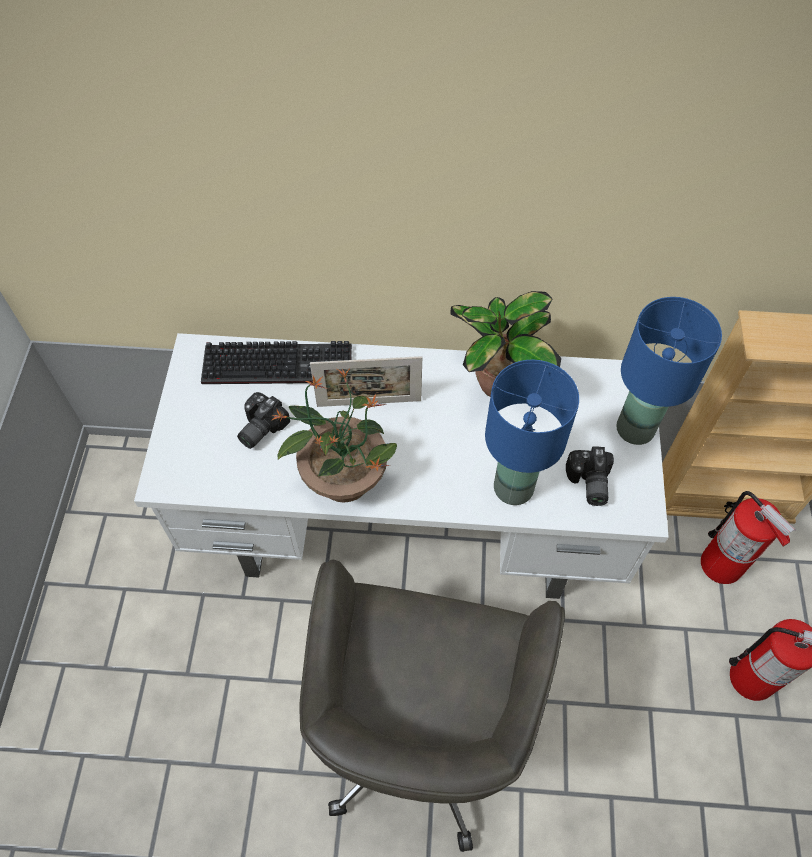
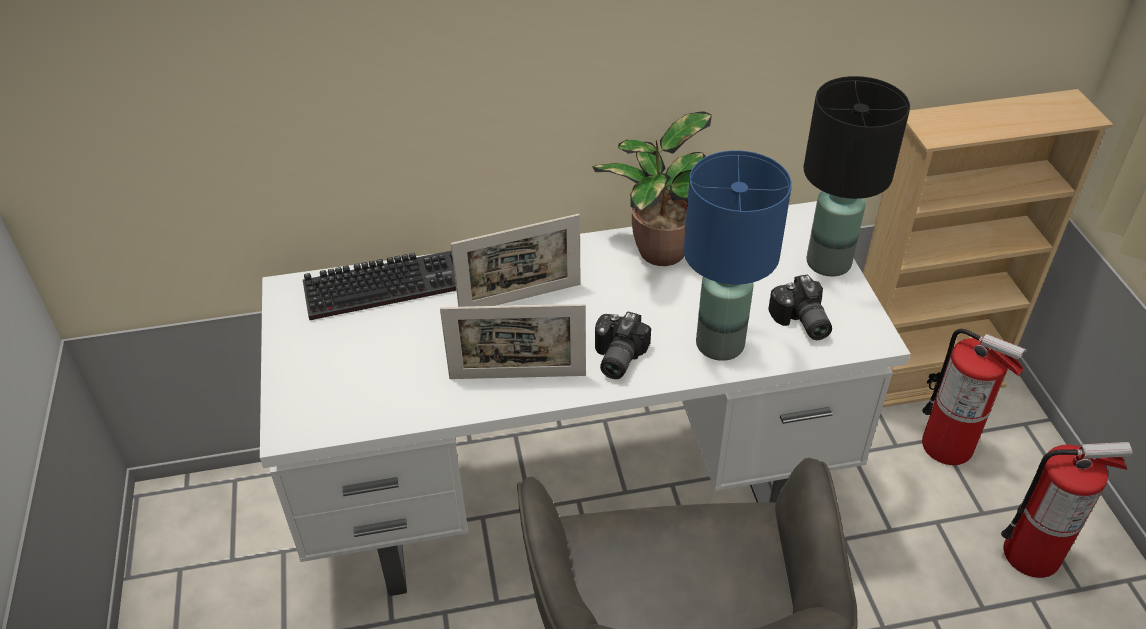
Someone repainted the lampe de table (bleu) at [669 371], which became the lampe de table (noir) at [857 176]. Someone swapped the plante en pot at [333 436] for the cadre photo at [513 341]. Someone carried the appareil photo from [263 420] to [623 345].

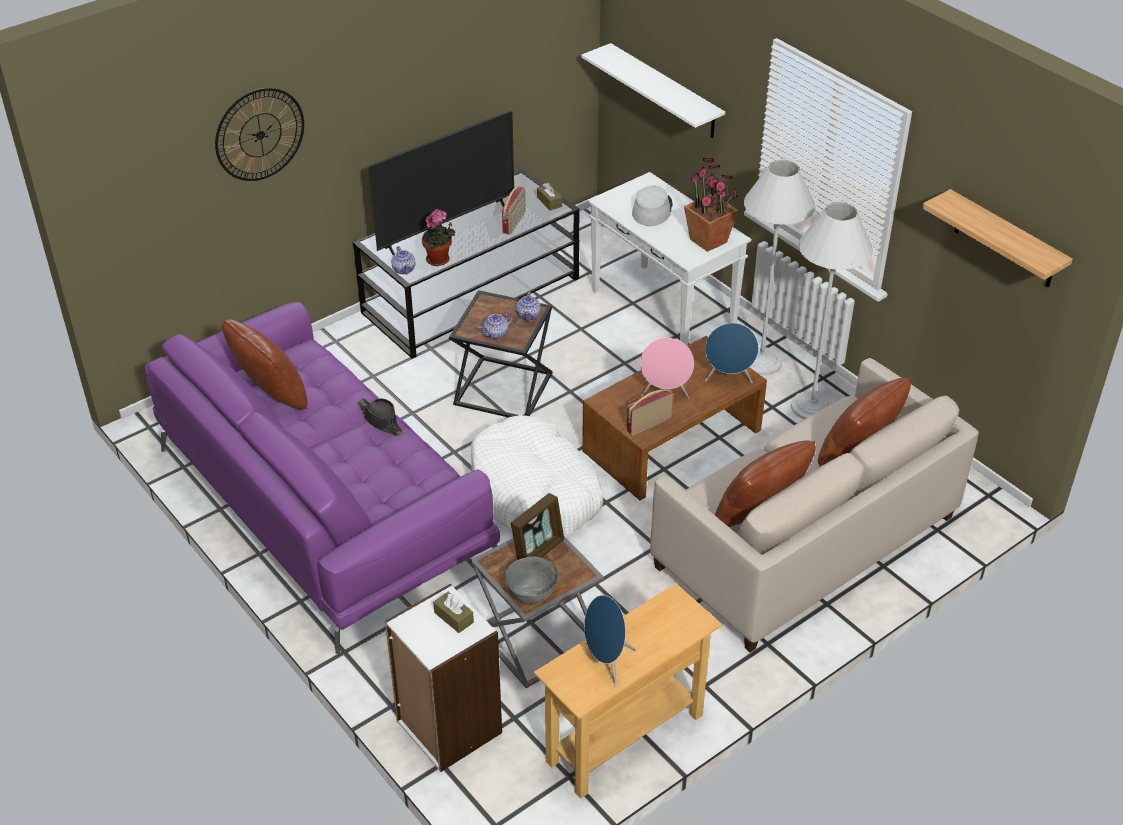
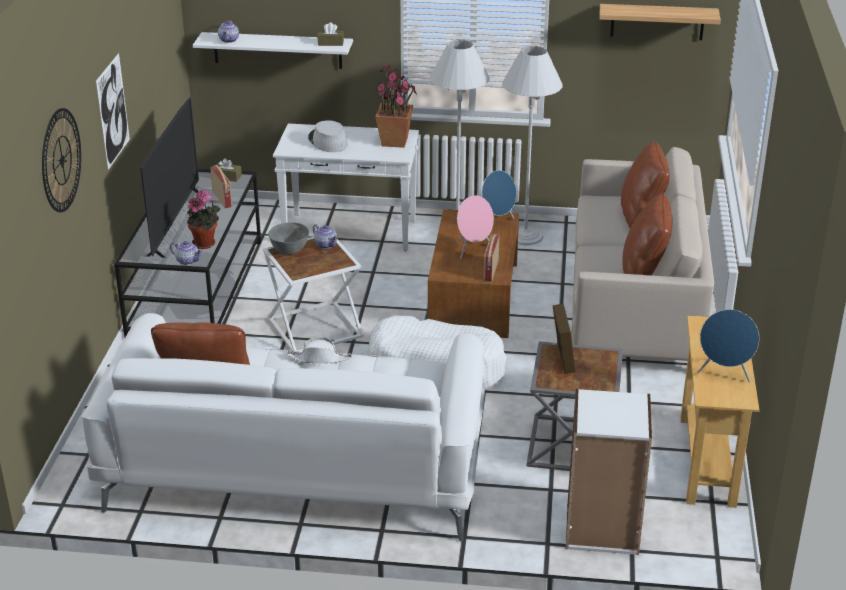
Someone repainted the table d'appoint (noir) at [501 353], which became the table d'appoint (blanc) at [313 294]. Someone repainted the canapé (violet) at [322 478], which became the canapé (blanc) at [283 427]. Someone carried the théière from [496 325] to [228 31]. Someone repainted the chapeau (noir) at [380 417], which became the chapeau (blanc) at [319 350]. Someone carried the bol (gris) from [531 580] to [288 238]. Someone carried the boîte à mouchoirs (marron) from [453 612] to [330 34]. Someone put up the tableau at [113 111].

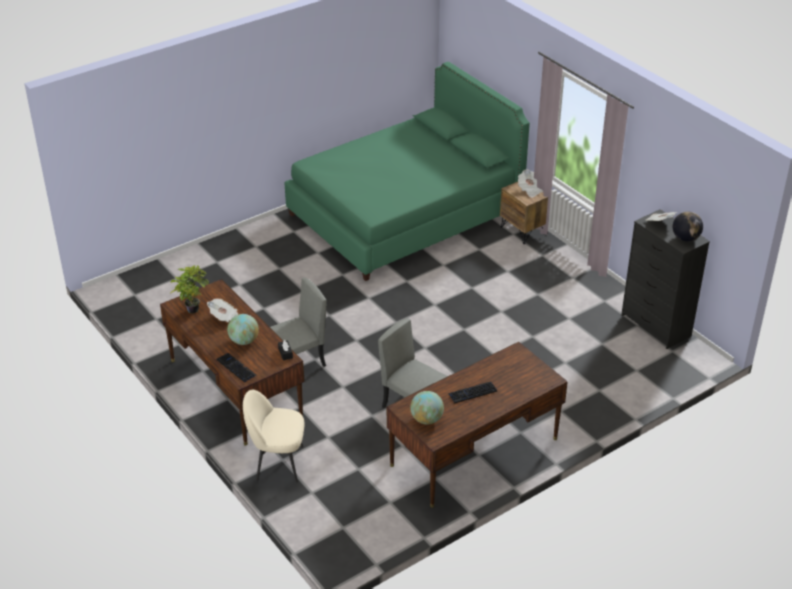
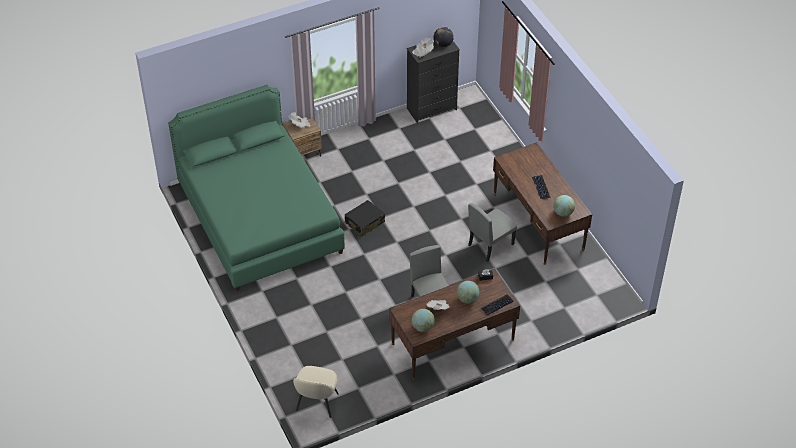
Someone swapped the plante en pot at [190 289] for the globe at [423 320]. Someone carried the chaise (beige) from [274 436] to [316 392]. Someone put down the valise (noir) at [365 218].

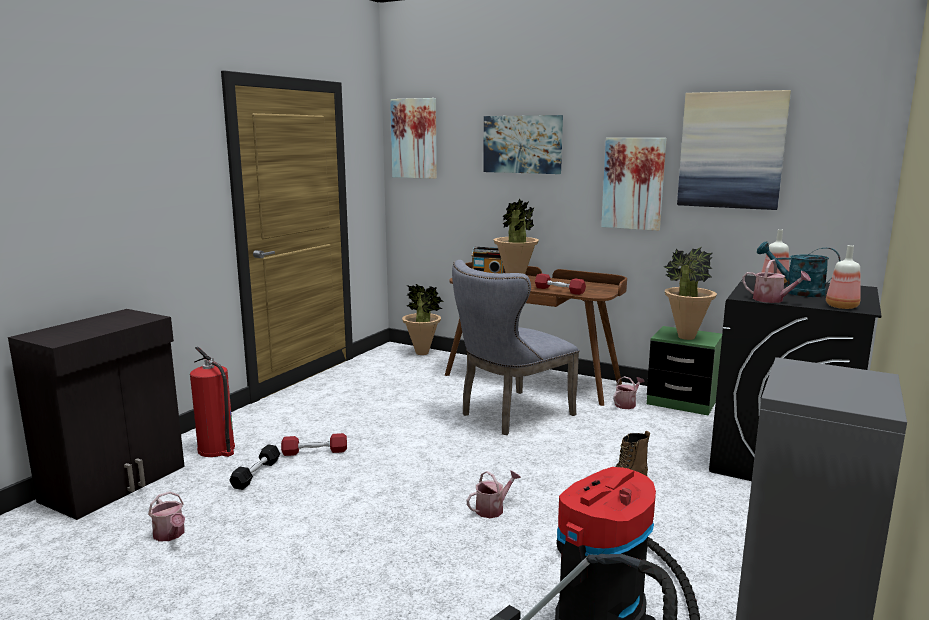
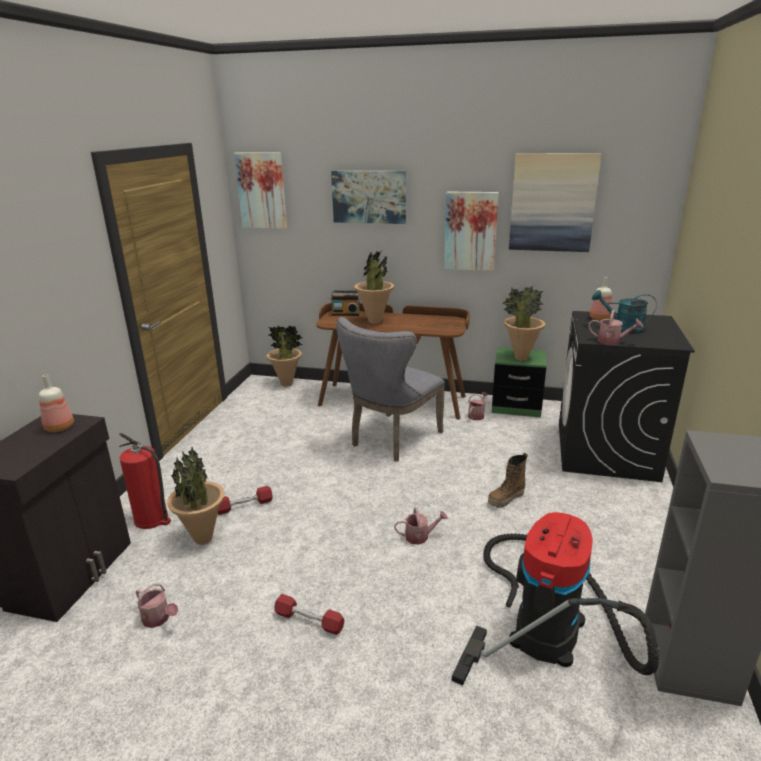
Someone carried the bouteille from [843 277] to [56 403]. Someone carried the haltère (rouge) from [560 284] to [309 614]. Someone swapped the haltère (noir) at [254 467] for the plante en pot at [195 496]. Someone rotated the arrosoir at [494 494] by 45 degrees clockwise.

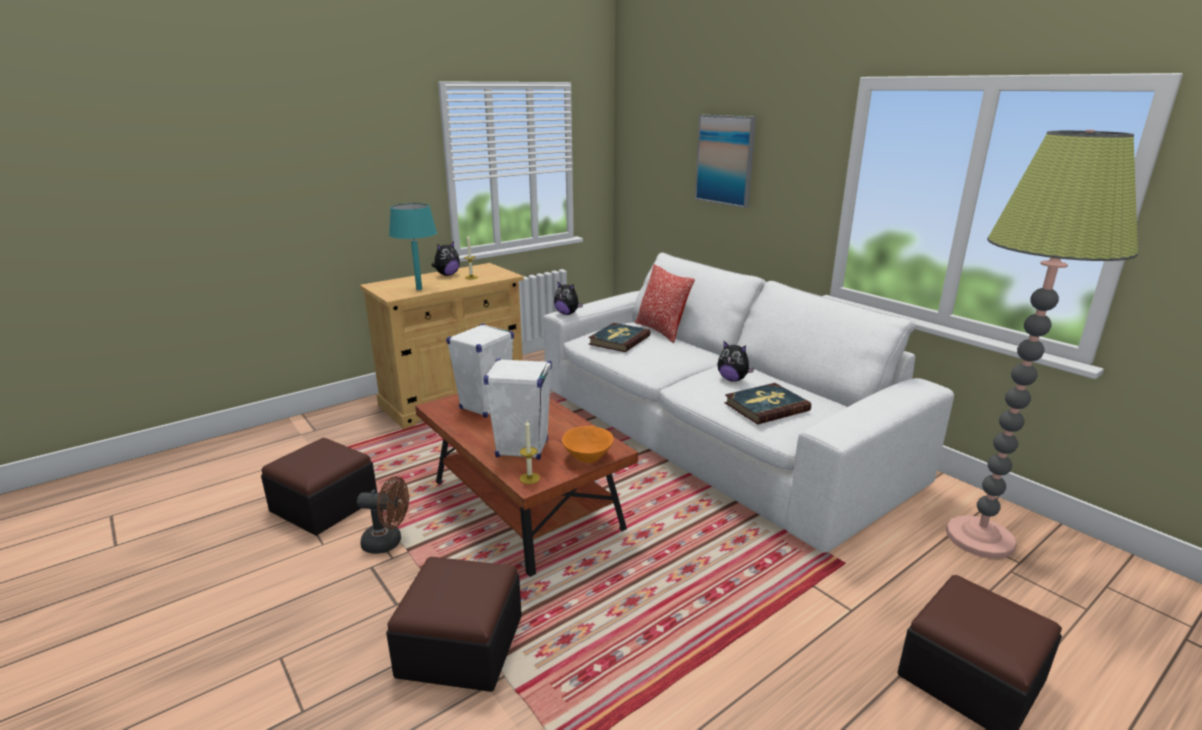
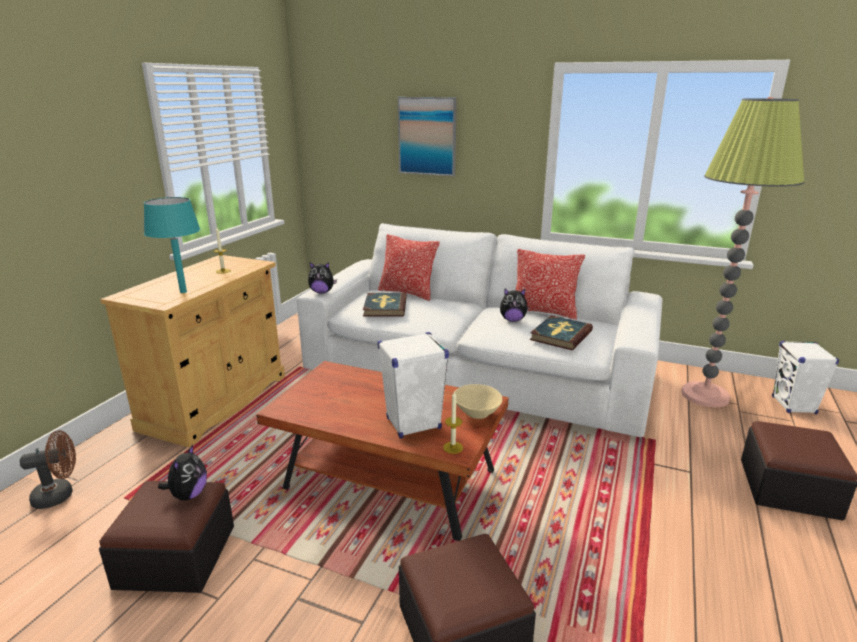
Someone carried the peluche from [445 258] to [182 472]. Someone carried the enceinte (blanc) from [480 370] to [805 377]. Someone repainted the bol (orange) at [587 444], which became the bol (beige) at [478 401]. Someone carried the ventilateur (marron) from [383 515] to [48 469]. Someone put down the coussin at [550 284].

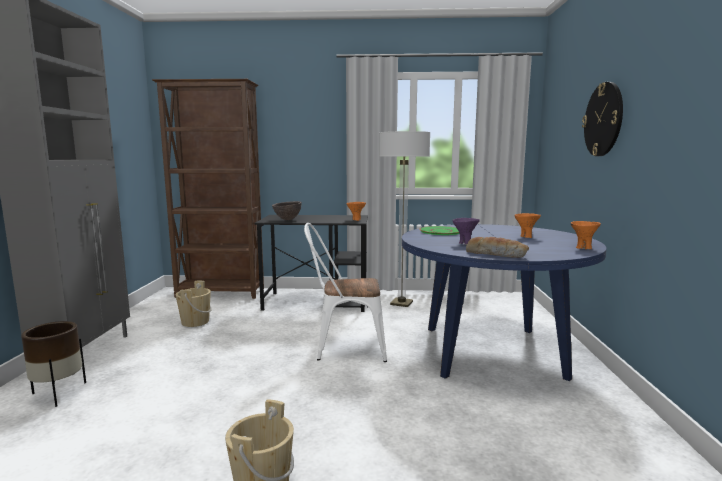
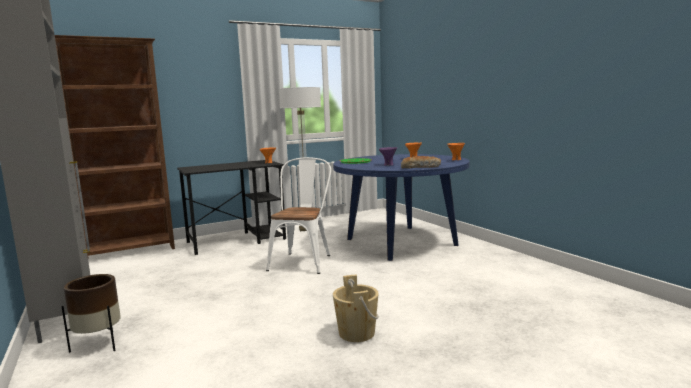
Someone took away the horloge murale at [602 119]. Someone took away the bol (marron) at [287 210]. Someone rotated the chaise (blanc) at [345 292] by 135 degrees clockwise. Someone took away the seau (beige) at [193 304].

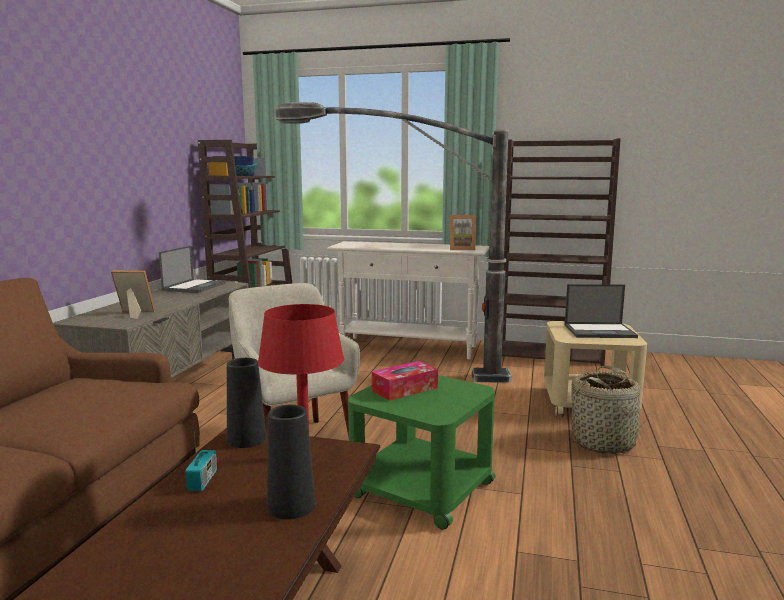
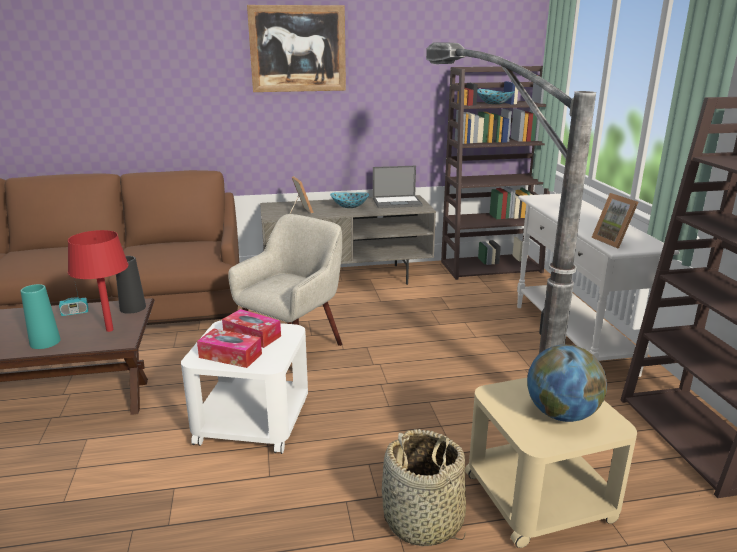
Someone swapped the ordinateur portable at [601 311] for the globe at [567 383]. Someone repainted the table d'appoint (vert) at [422 452], which became the table d'appoint (blanc) at [244 387]. Someone repainted the vase (noir) at [291 462], which became the vase (turquoise) at [40 316]. Someone put up the tableau at [296 48]. Someone put down the bol at [349 200]. Someone put down the boîte à mouchoirs at [229 348].

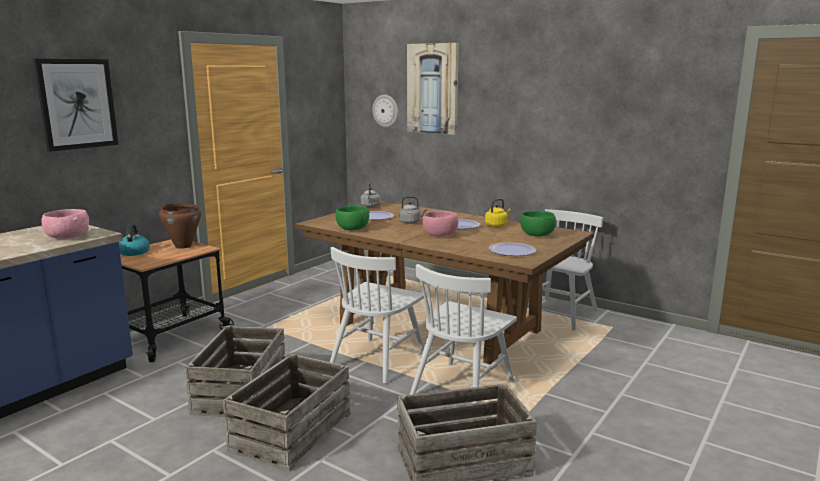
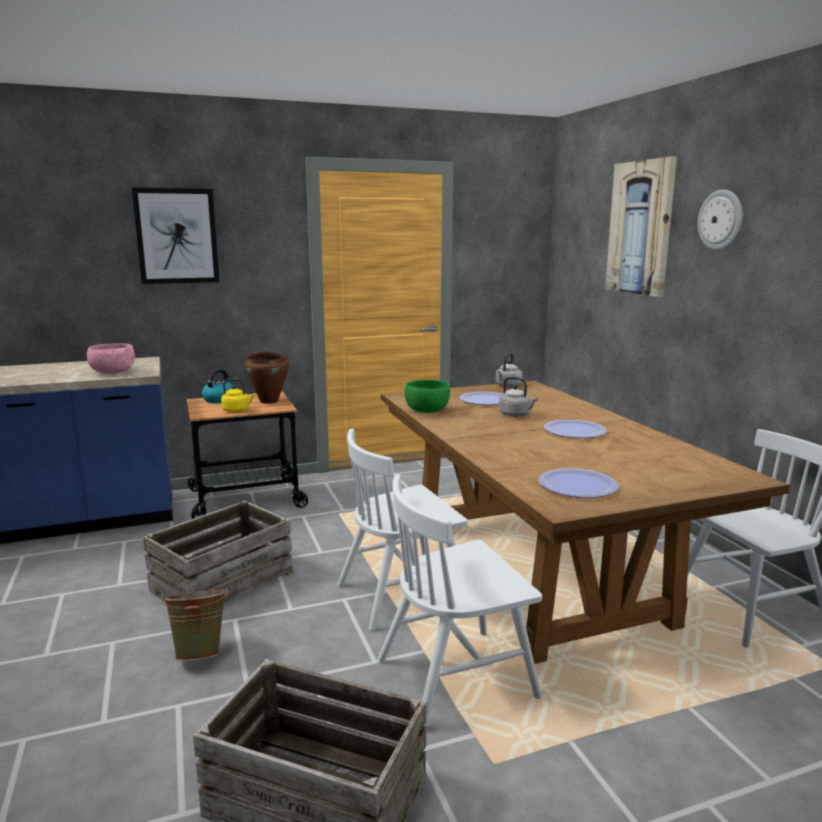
Someone carried the horloge murale from [385 111] to [720 219]. Someone carried the bouilloire (jaune) from [498 213] to [238 395]. Someone took away the bol (rose) at [440 224]. Someone took away the bol (vert) at [538 224]. Someone swapped the caisse at [287 412] for the seau (vert) at [195 624].

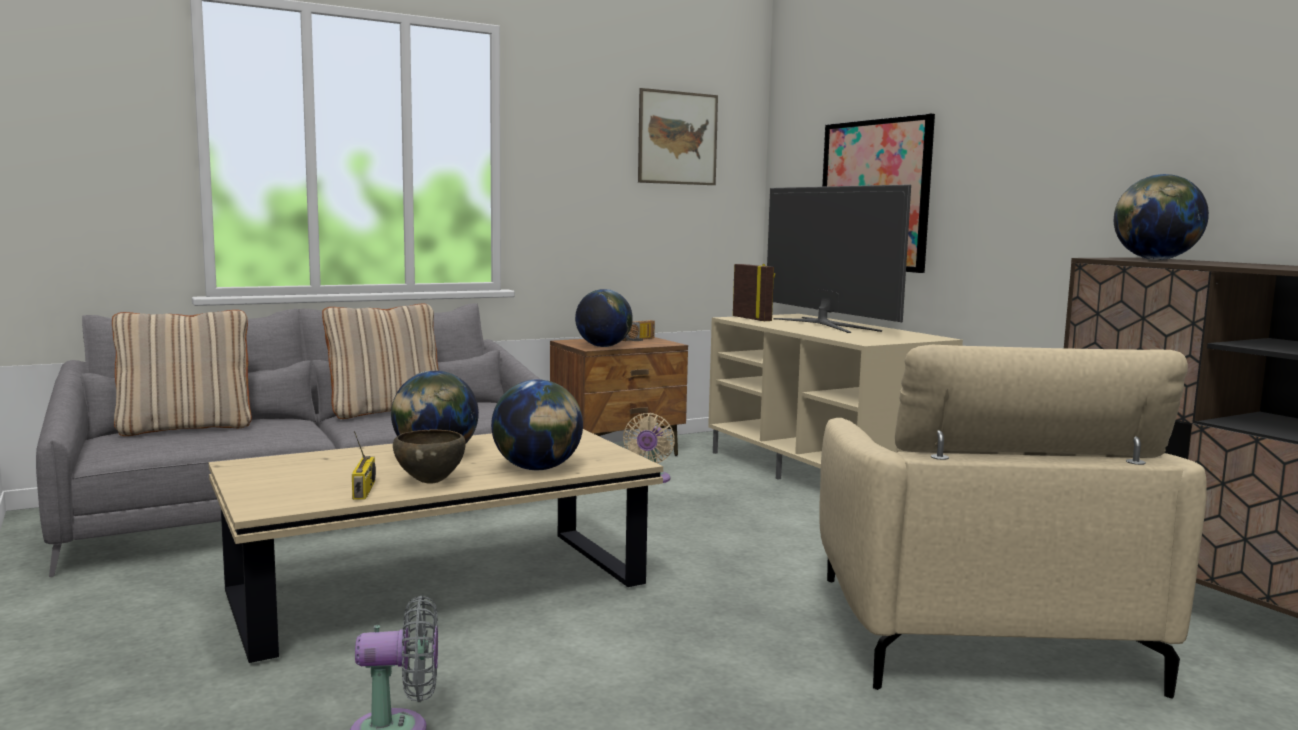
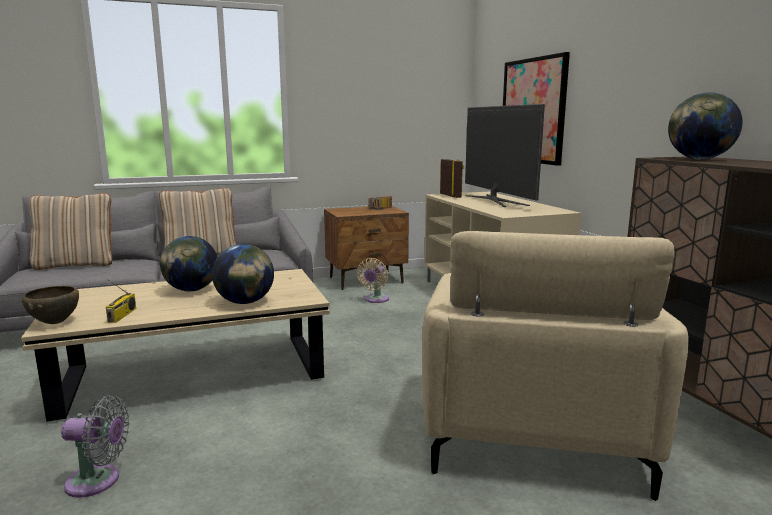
Someone took away the tableau at [678 136]. Someone took away the globe at [604 318]. Someone carried the bol (marron) from [429 457] to [50 305].

